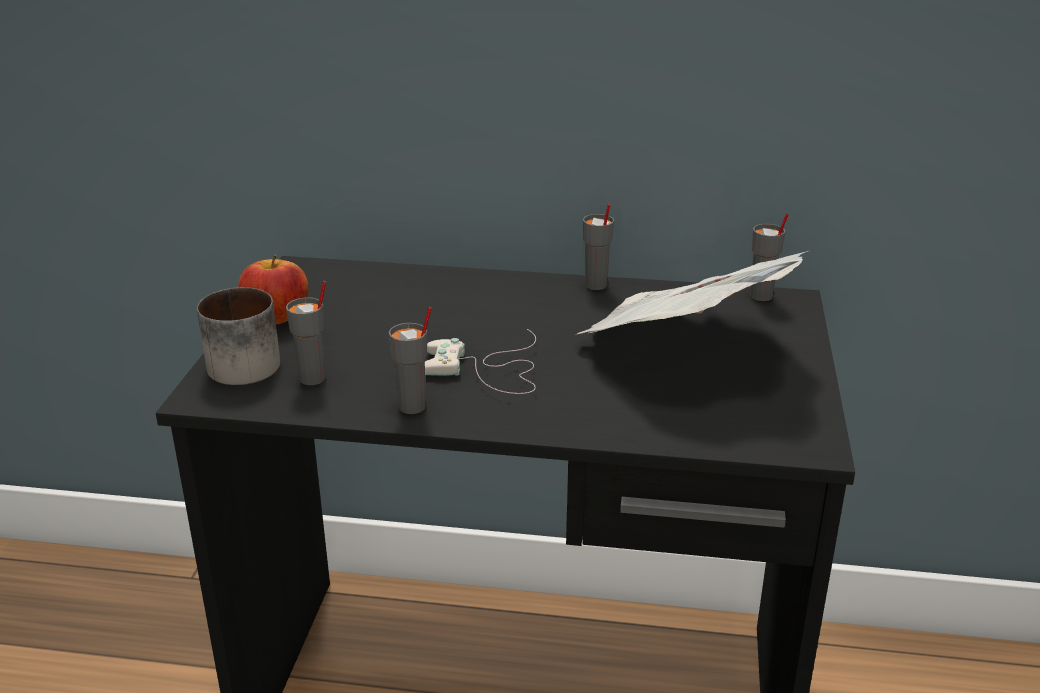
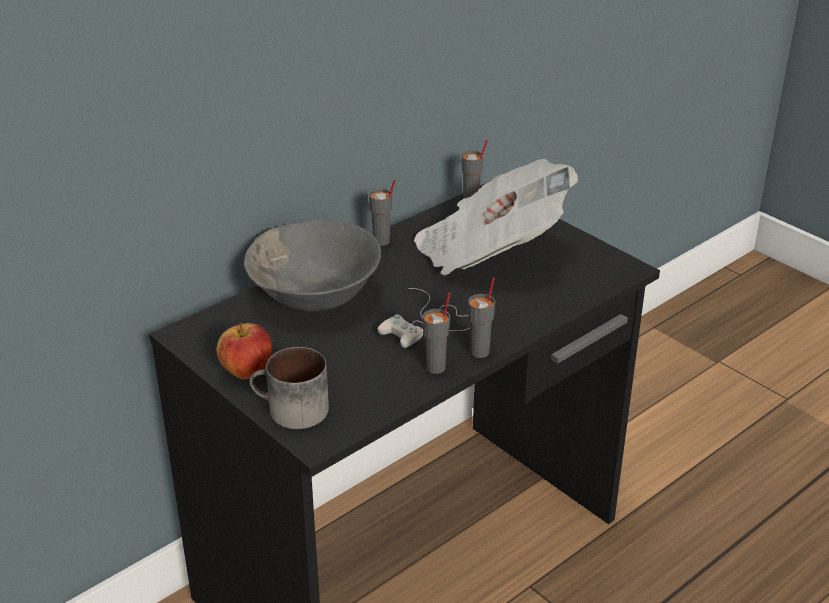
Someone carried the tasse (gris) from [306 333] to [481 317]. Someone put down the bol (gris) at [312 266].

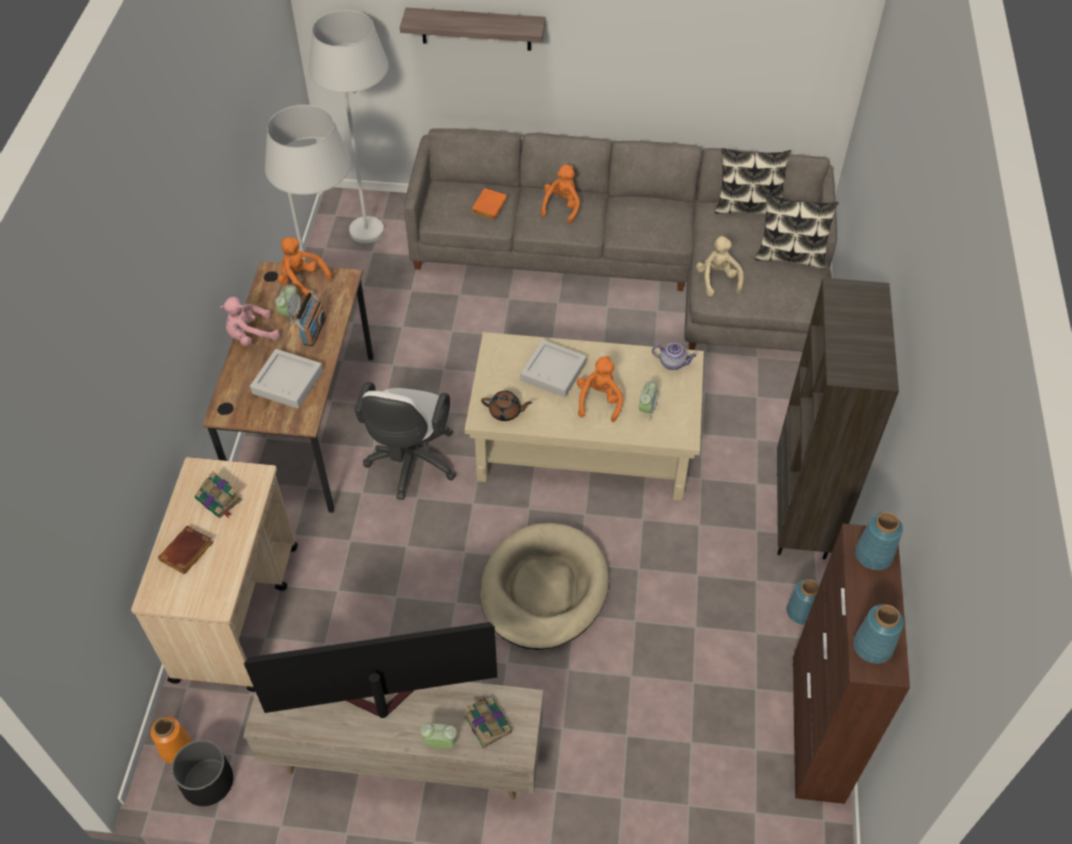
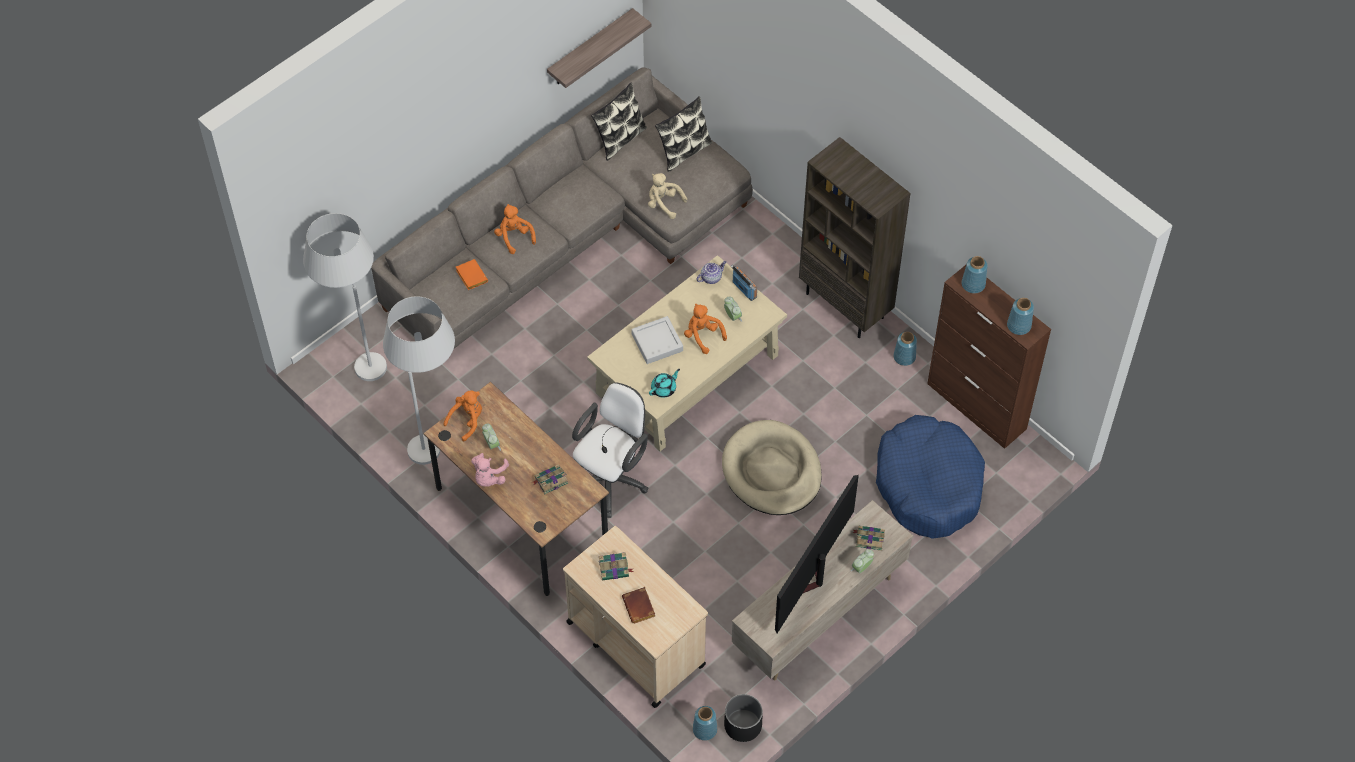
Someone carried the étagère from [473 29] to [599 48]. Someone rotated the peluche (orange) at [304 268] by 150 degrees clockwise. Someone carried the radio from [310 319] to [744 283]. Someone swapped the plateau (gris) at [286 379] for the livre at [550 479]. Someone rotated the chaise de bureau (blanc) at [405 441] by 105 degrees counterclockwise. Someone repainted the théière (marron) at [506 406], which became the théière (turquoise) at [664 383]. Someone repainted the vase (orange) at [171 739], which became the vase (bleu) at [705 723]. Someone put down the panier pour chien (bleu) at [930 477].

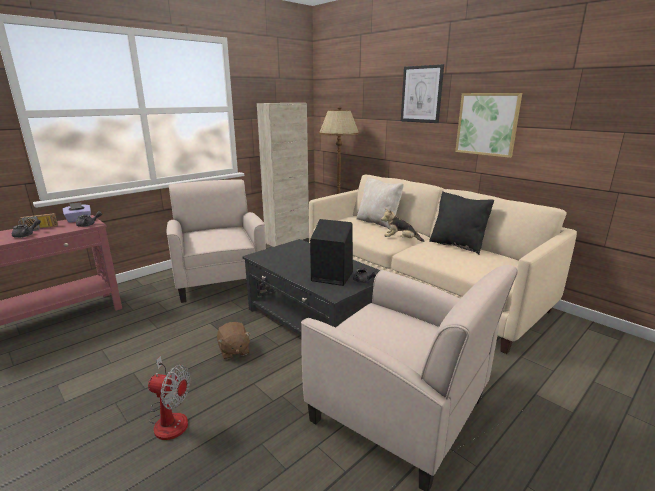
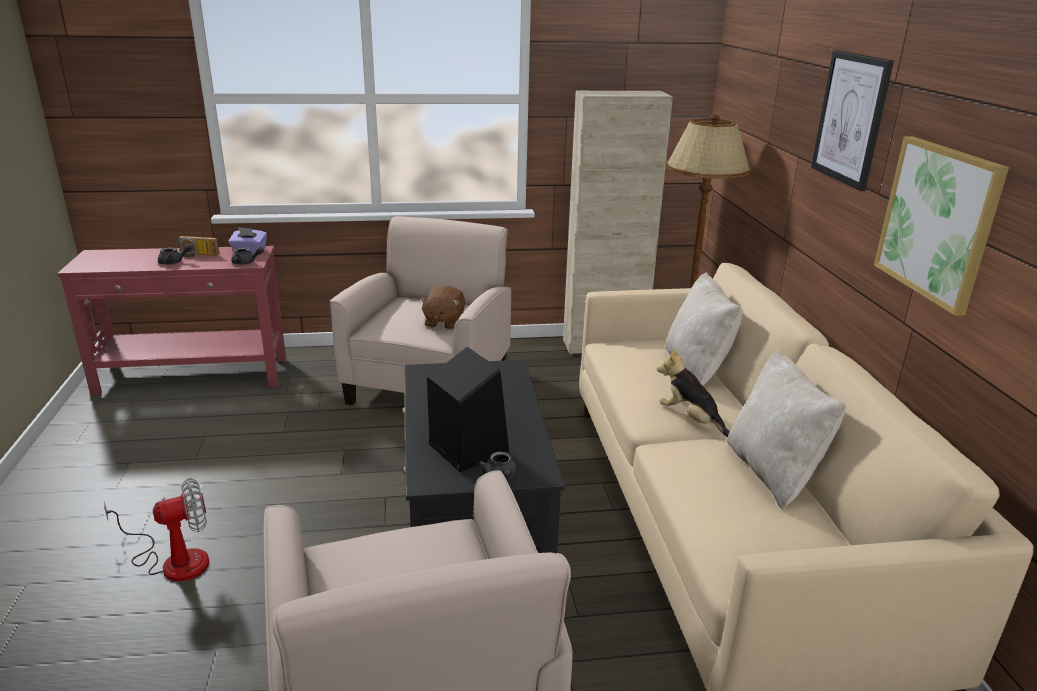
Someone repainted the coussin (noir) at [462 223], which became the coussin (beige) at [786 429]. Someone carried the peluche (marron) from [234 341] to [442 307]. Someone rotated the ventilateur at [169 398] by 75 degrees counterclockwise.

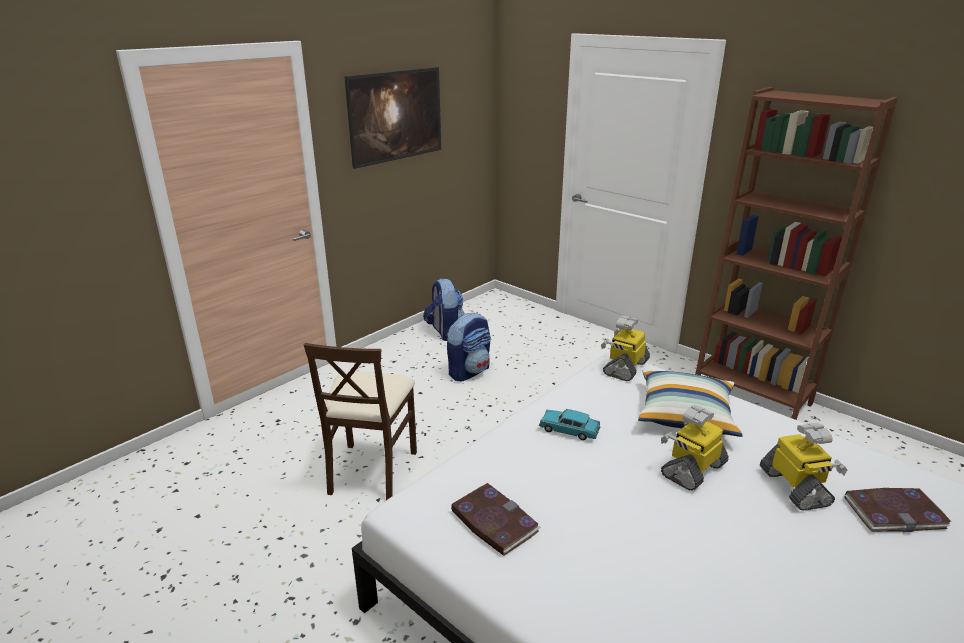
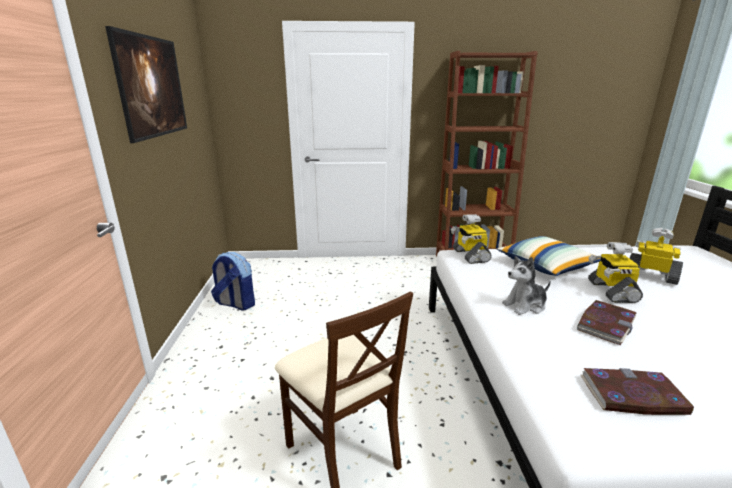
Someone took away the sac à dos at [468 346]. Someone swapped the petite voiture (turquoise) at [570 424] for the peluche at [526 285]. Someone carried the livre from [898 510] to [607 322].

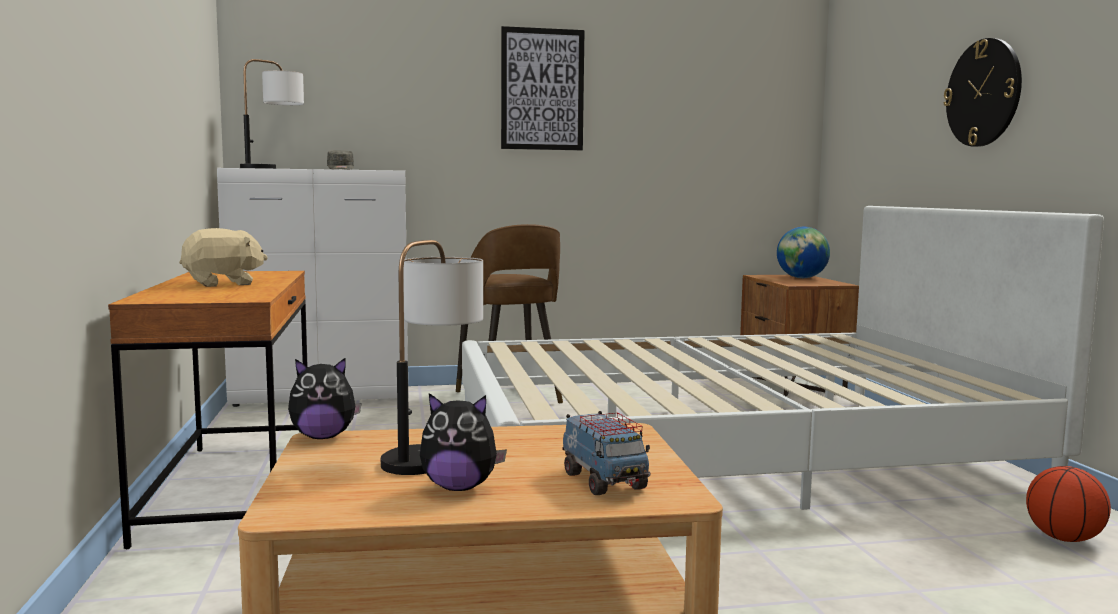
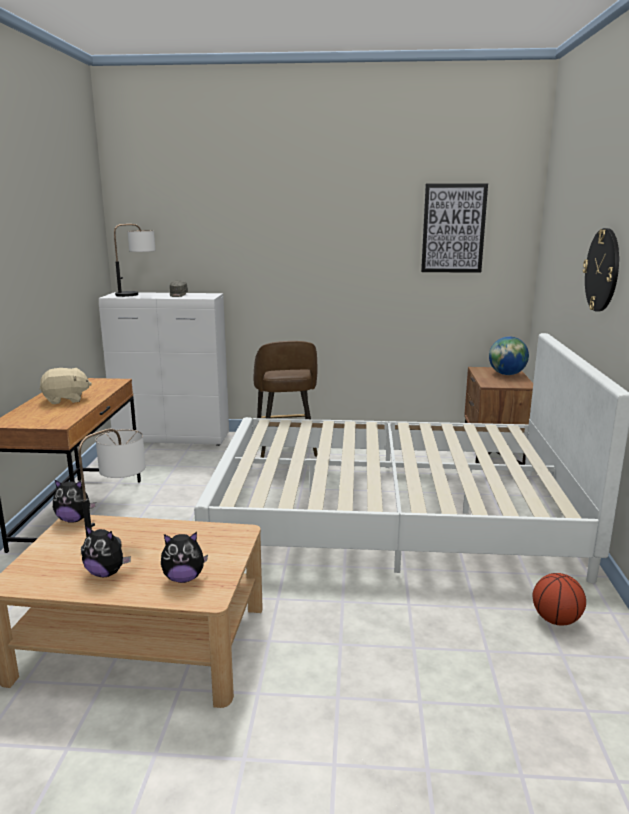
Someone carried the tableau from [543 88] to [454 228]. Someone swapped the camion jouet at [606 453] for the peluche at [184 557].

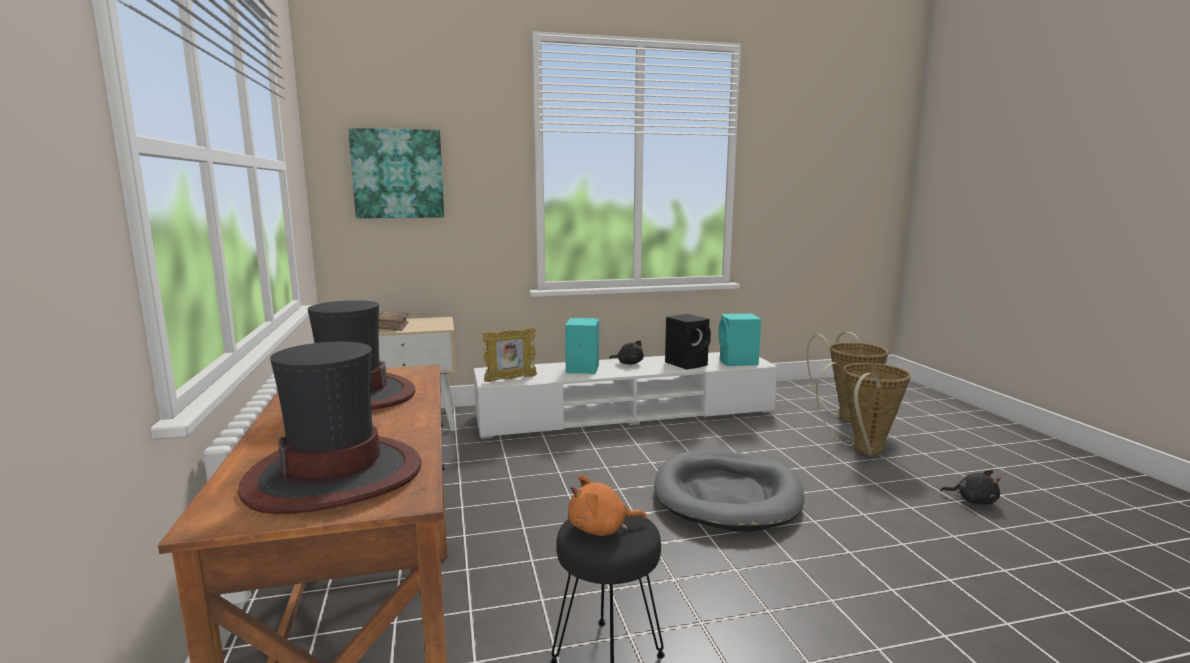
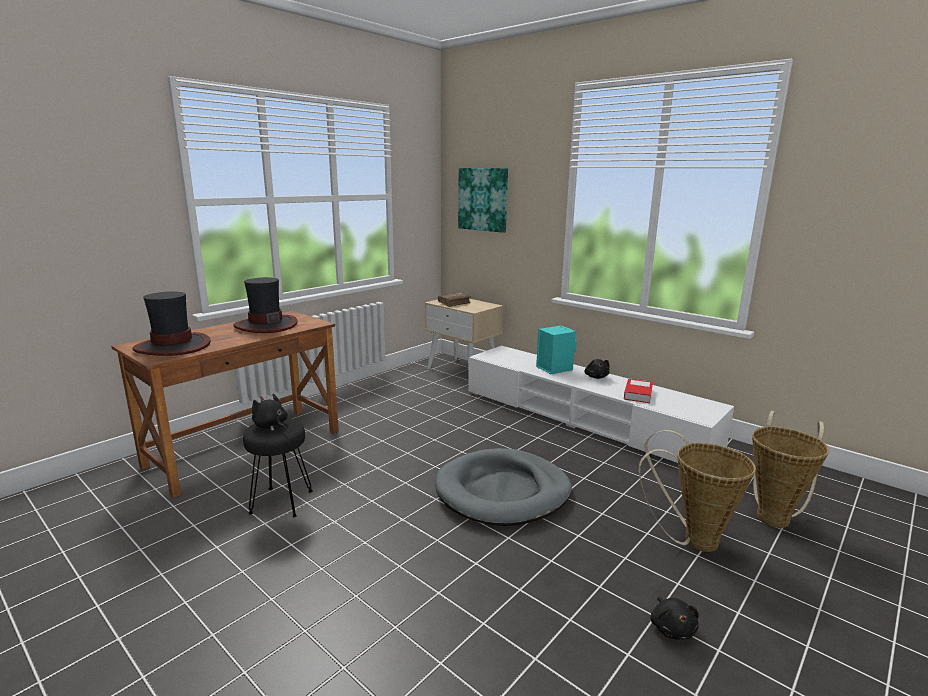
Someone swapped the enceinte (noir) at [688 342] for the livre at [638 391]. Someone took away the enceinte (turquoise) at [740 340]. Someone took away the cadre photo at [509 355]. Someone repainted the peluche (orange) at [607 505], which became the peluche (noir) at [270 413].

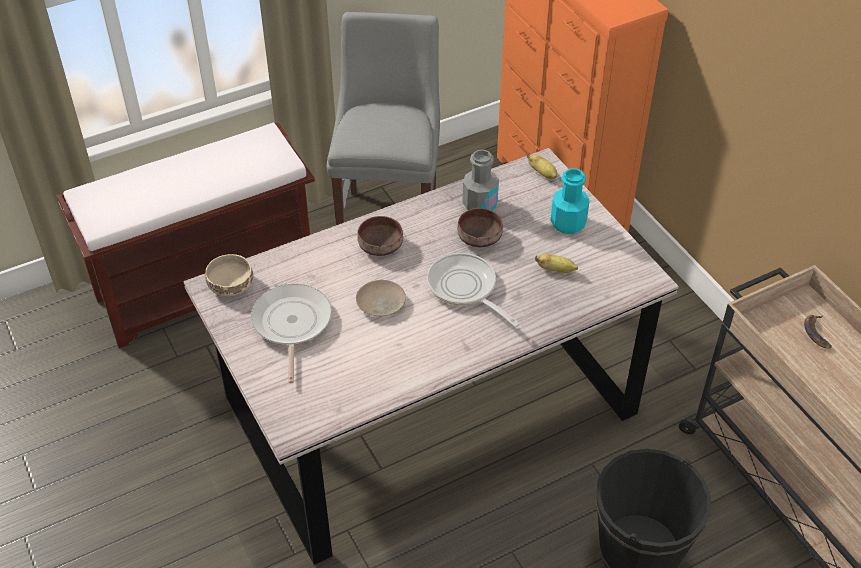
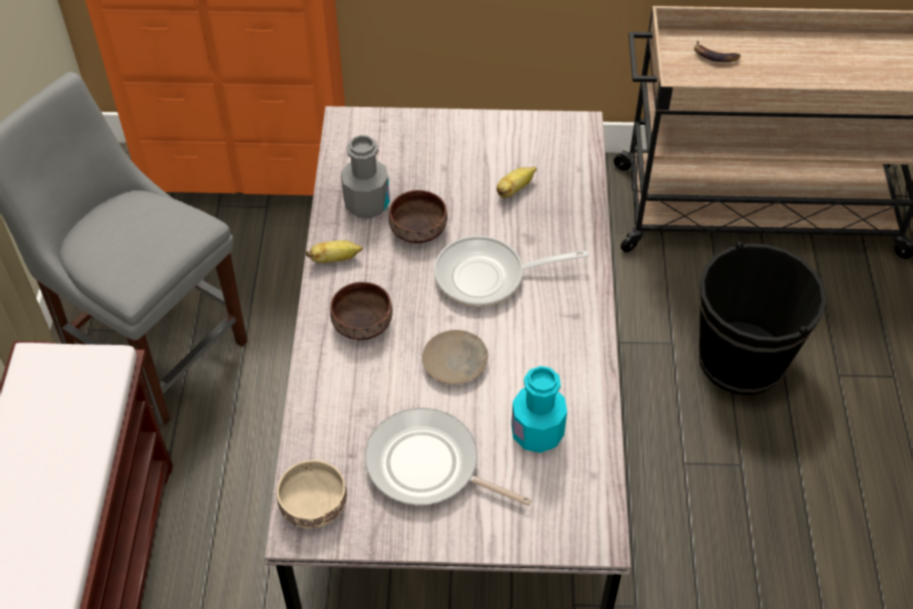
Someone carried the banane from [542 166] to [334 251]. Someone carried the bouteille (turquoise) from [570 201] to [539 409].

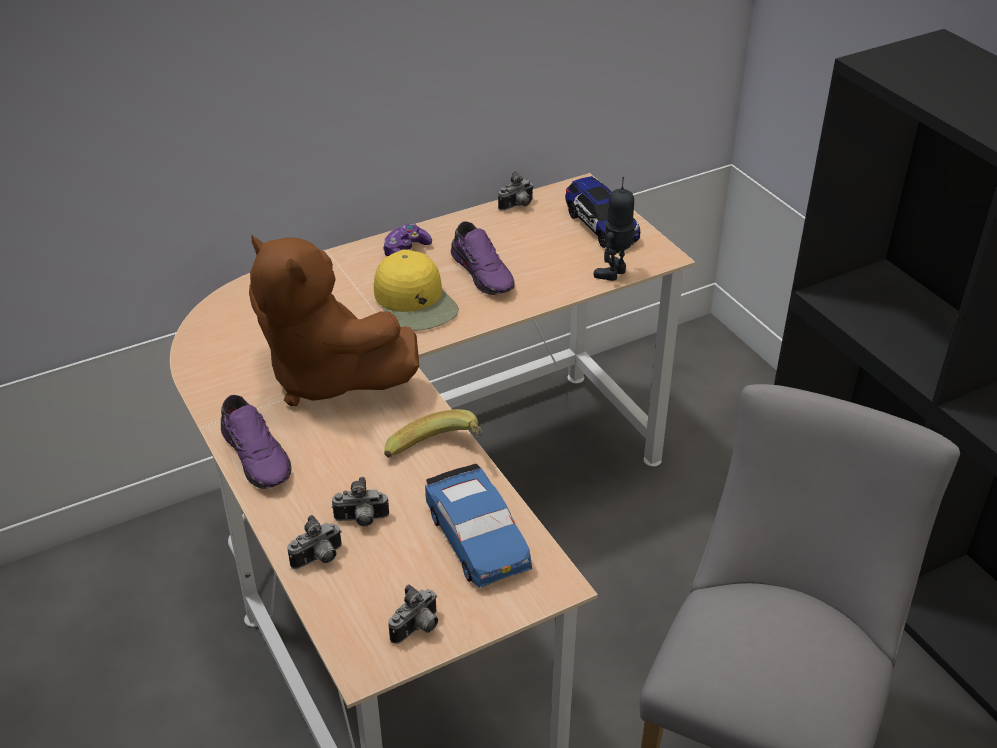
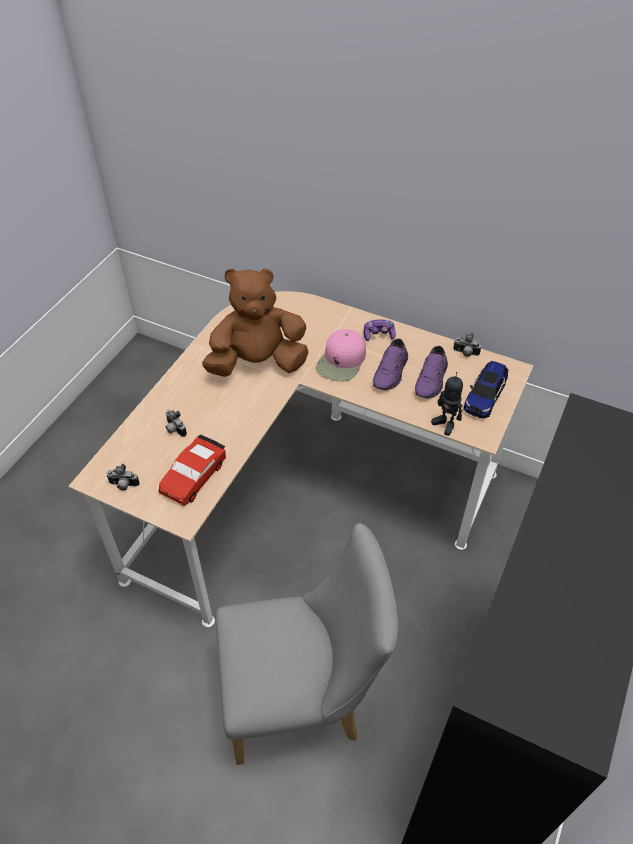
Someone rotated the robot jouet at [614 229] by 135 degrees counterclockwise. Someone rotated the peluche (marron) at [334 320] by 75 degrees clockwise. Someone repainted the casquette (jaune) at [416 290], which became the casquette (rose) at [341 355]. Someone carried the chaussure (violet) from [256 442] to [431 372]. Someone took away the banane at [433 433]. Someone repainted the petite voiture (bleu) at [478 526], which became the petite voiture (rouge) at [192 470]. Someone took away the appareil photo at [314 542].

